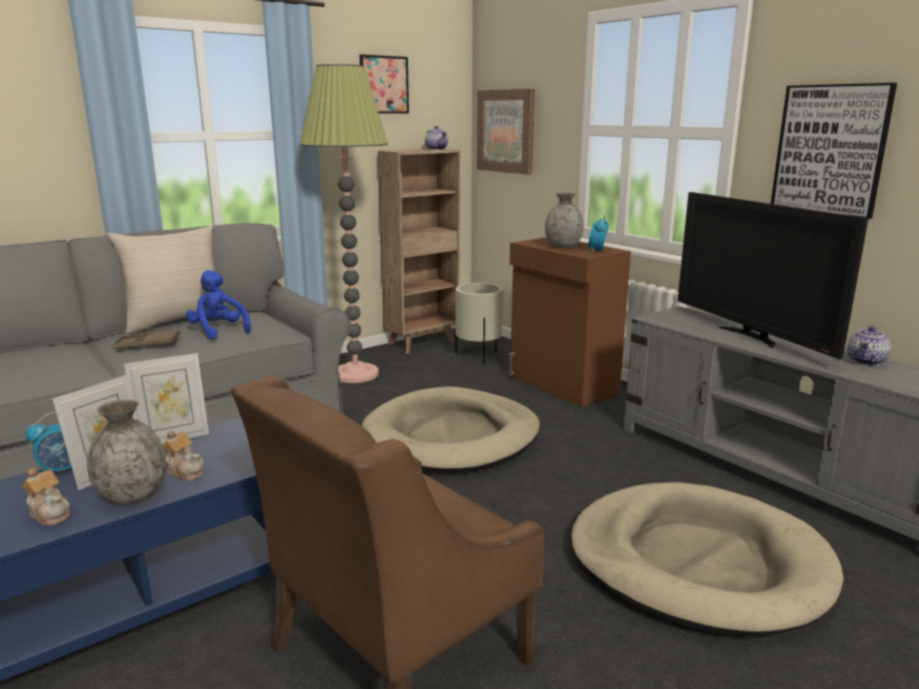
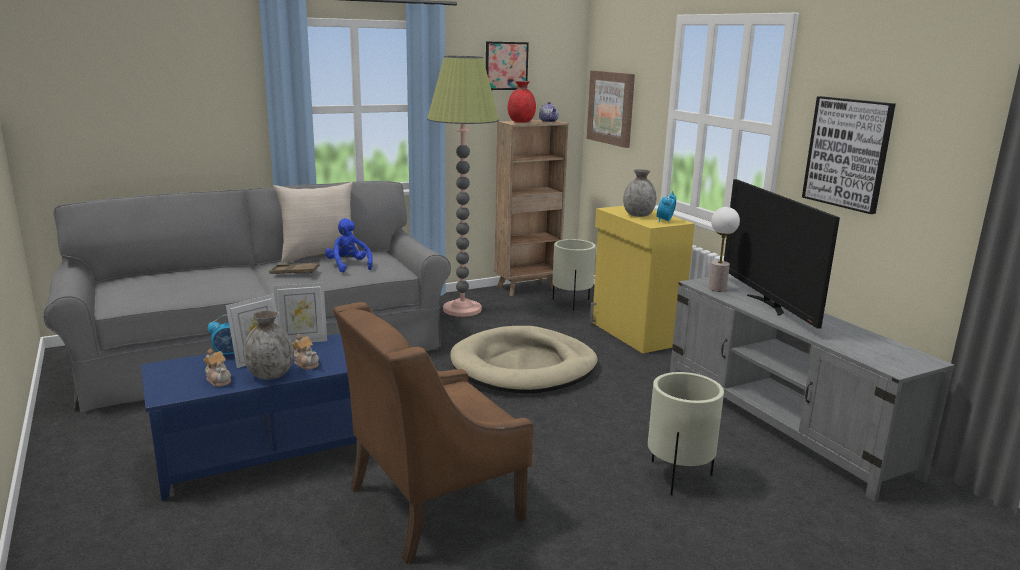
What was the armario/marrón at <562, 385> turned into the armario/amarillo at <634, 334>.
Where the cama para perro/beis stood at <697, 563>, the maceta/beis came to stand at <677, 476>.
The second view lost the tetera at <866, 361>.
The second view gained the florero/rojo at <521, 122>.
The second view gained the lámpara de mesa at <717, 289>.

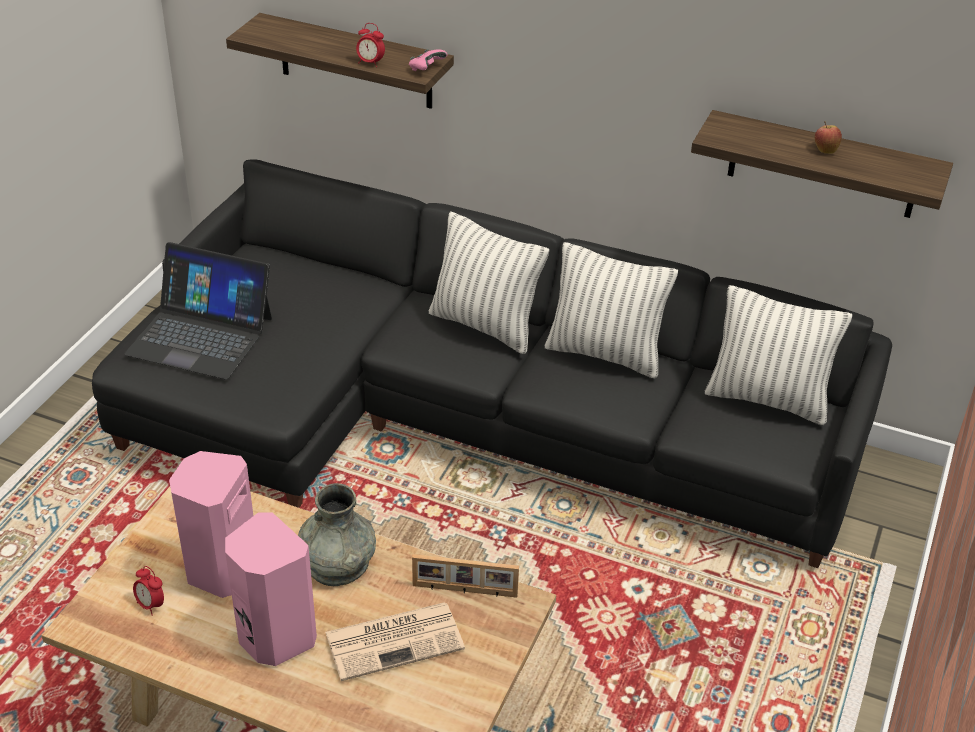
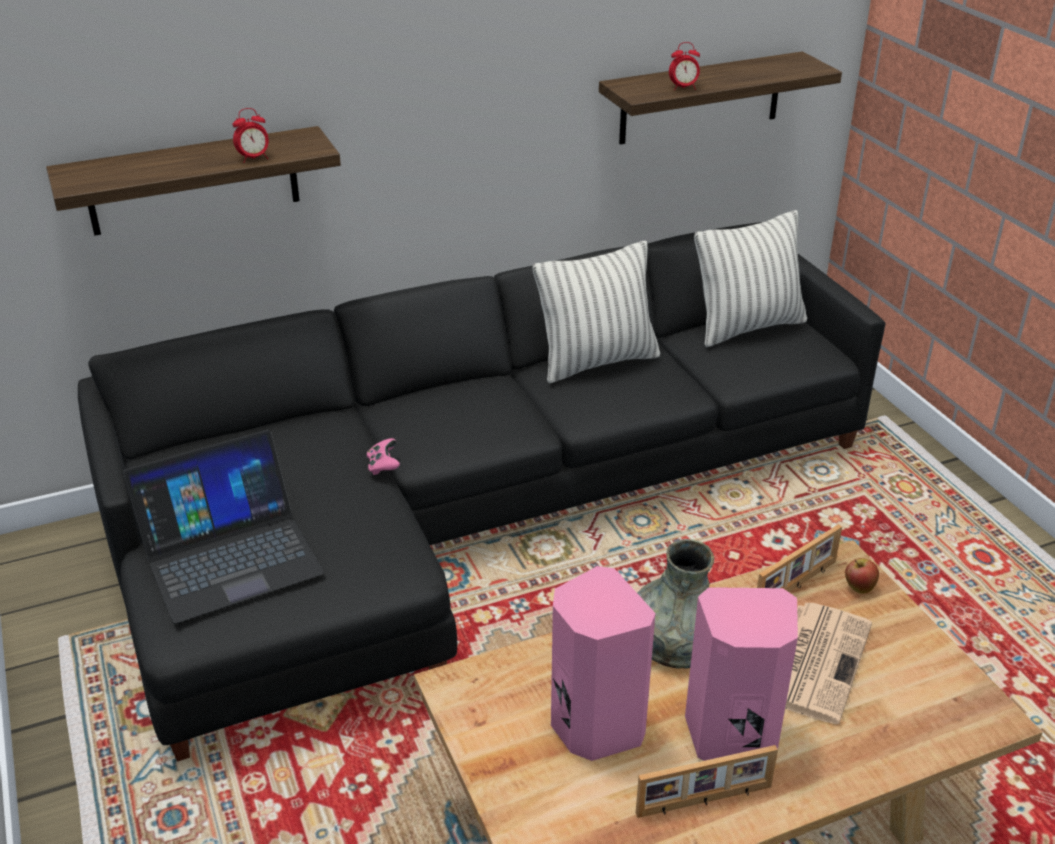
The despertador ended up elsewhere, having gone from <151, 605> to <683, 88>.
The mando de consola/rosa ended up elsewhere, having gone from <426, 69> to <383, 466>.
The second view lost the cojín at <485, 325>.
The manzana ended up elsewhere, having gone from <825, 150> to <859, 588>.
The second view gained the portarretratos at <704, 801>.

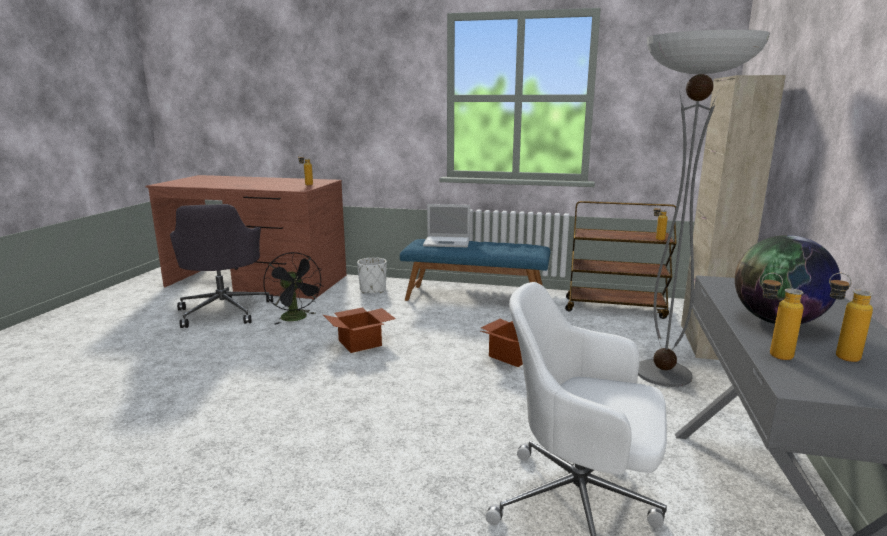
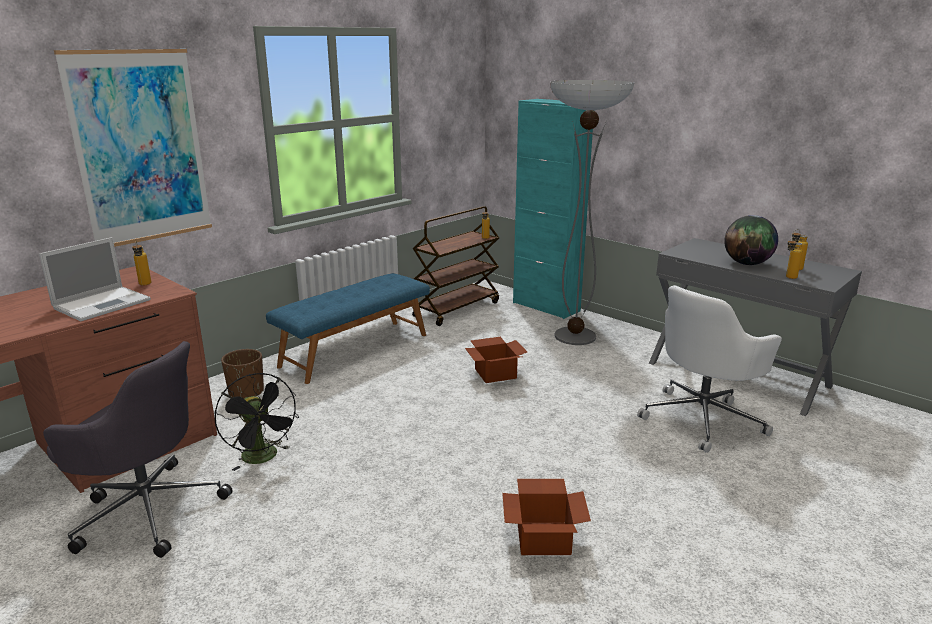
The ventilador/negro at <297, 318> ended up facing another way, 60 degrees clockwise from before.
The caja de cartón ended up elsewhere, having gone from <361, 343> to <544, 537>.
What was the maceta/blanco at <373, 290> turned into the maceta/marrón at <246, 392>.
The portátil ended up elsewhere, having gone from <448, 242> to <103, 303>.
What was the armario/beis at <706, 342> turned into the armario/turquesa at <546, 307>.
The second view gained the cuadro at <140, 148>.

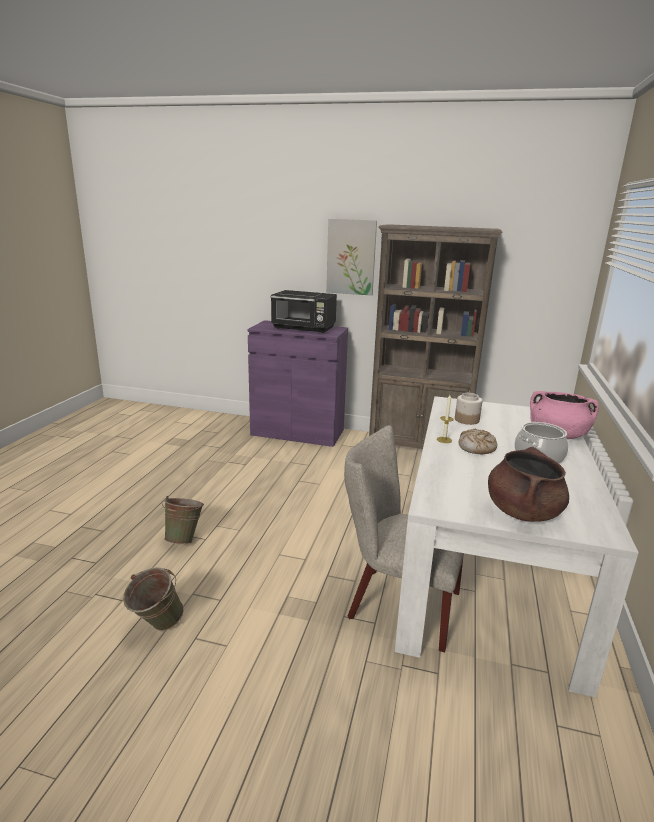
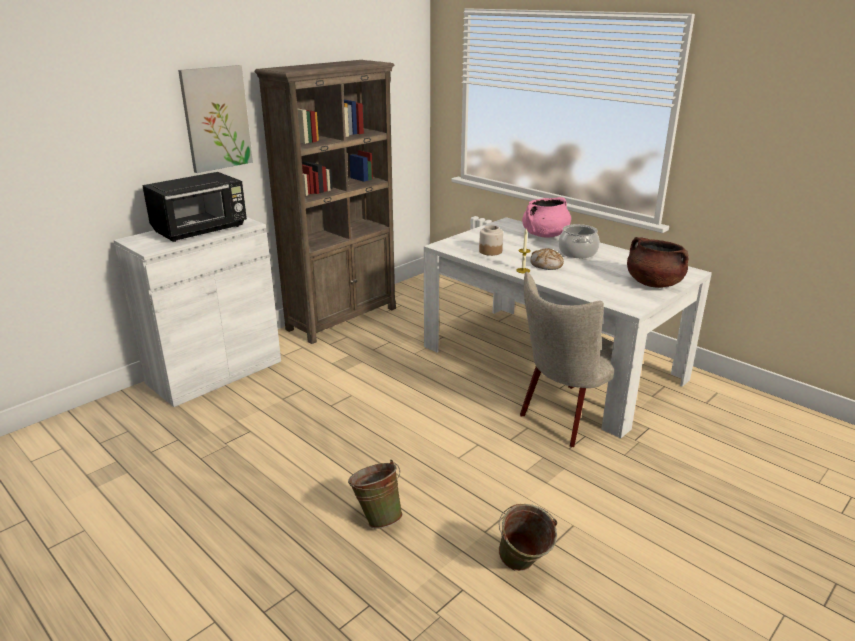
What was the armario/morado at <297, 432> turned into the armario/blanco at <215, 372>.

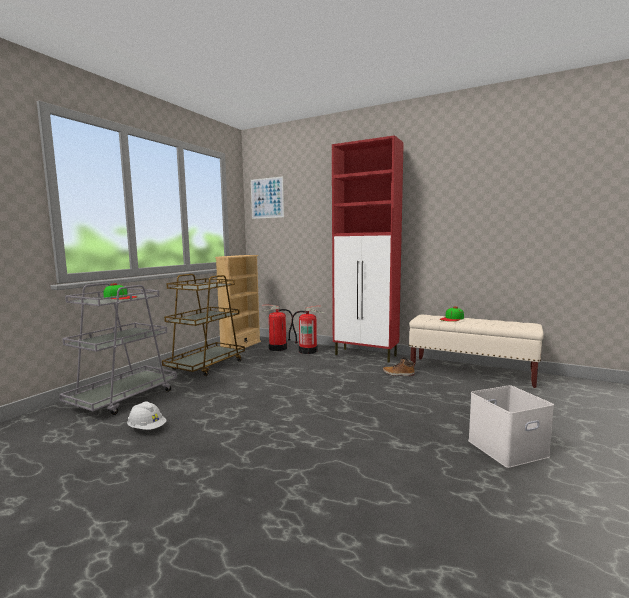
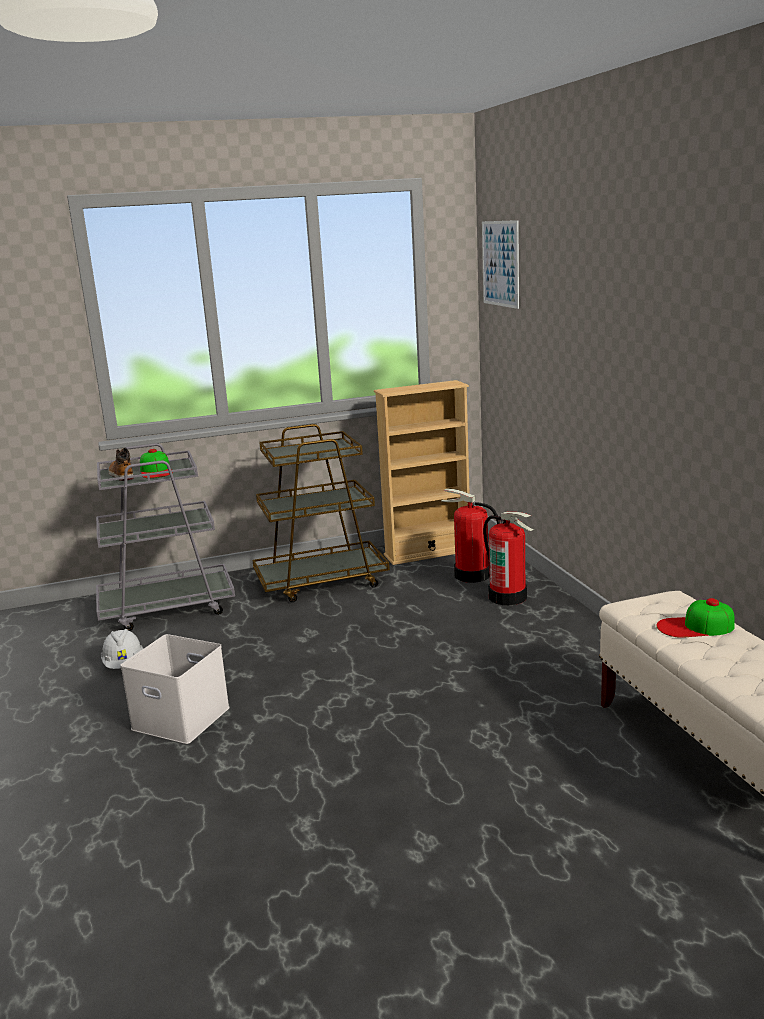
The second view lost the armario/rojo at <366, 355>.
The bota ended up elsewhere, having gone from <398, 374> to <121, 475>.
The caja de almacenaje/blanco ended up elsewhere, having gone from <507, 449> to <178, 719>.

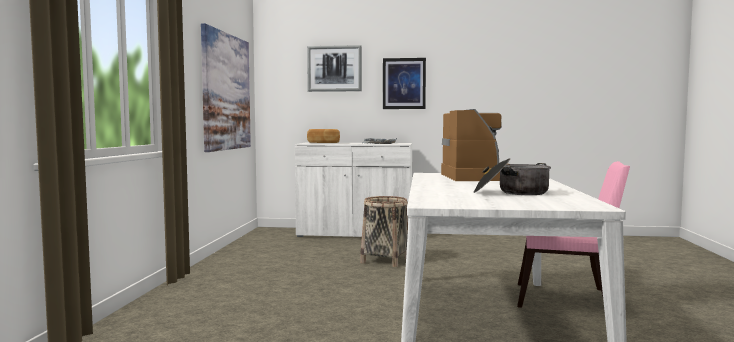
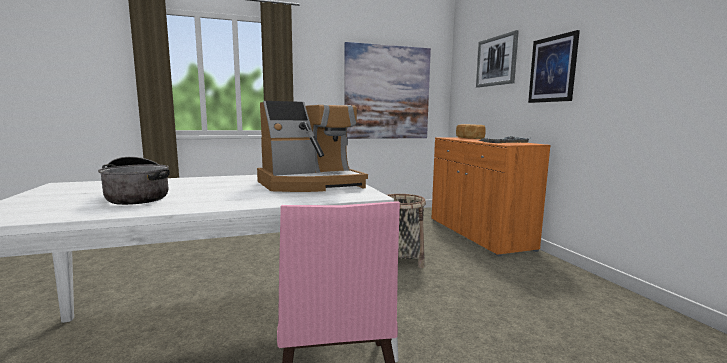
What was the armario/blanco at <355, 234> turned into the armario/naranja at <478, 234>.

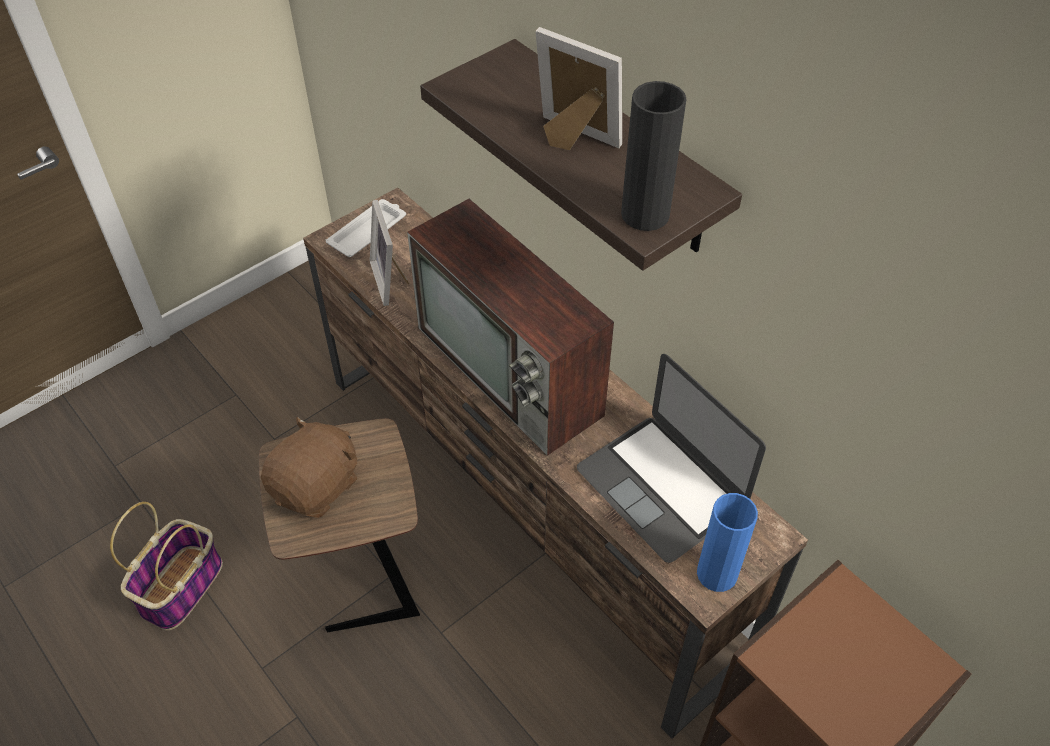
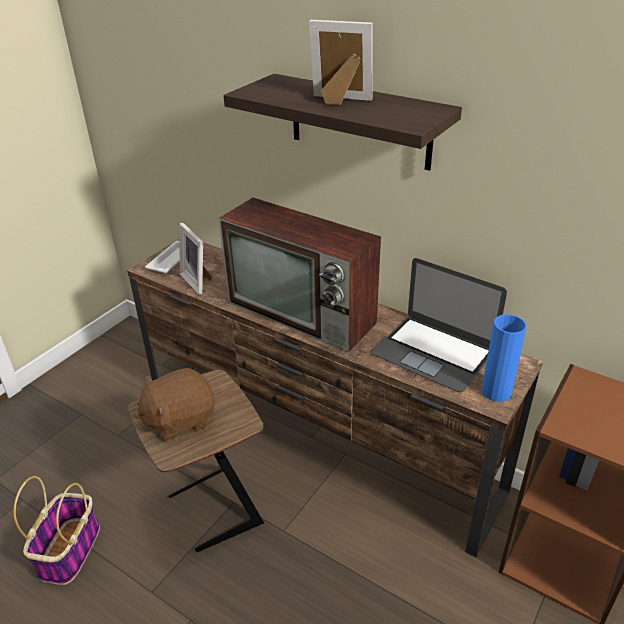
The peluche/marrón at <317, 486> ended up facing another way, 135 degrees counterclockwise from before.
The second view lost the florero/negro at <645, 214>.

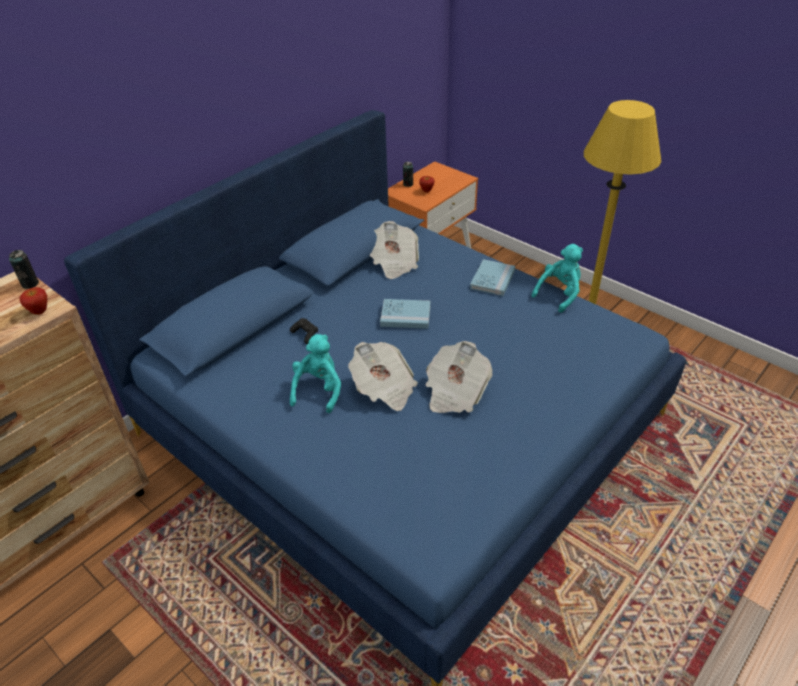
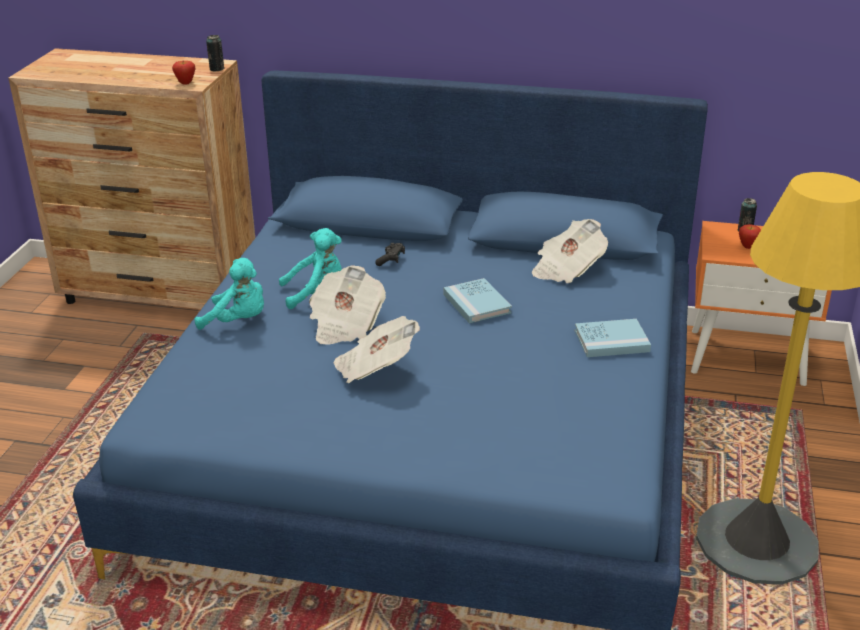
The peluche/turquesa ended up elsewhere, having gone from <559, 294> to <238, 321>.

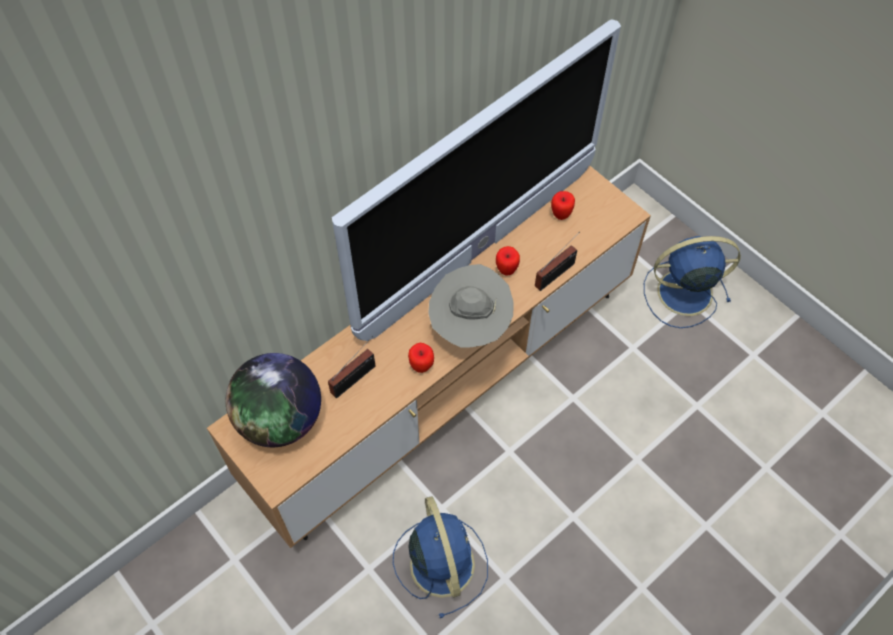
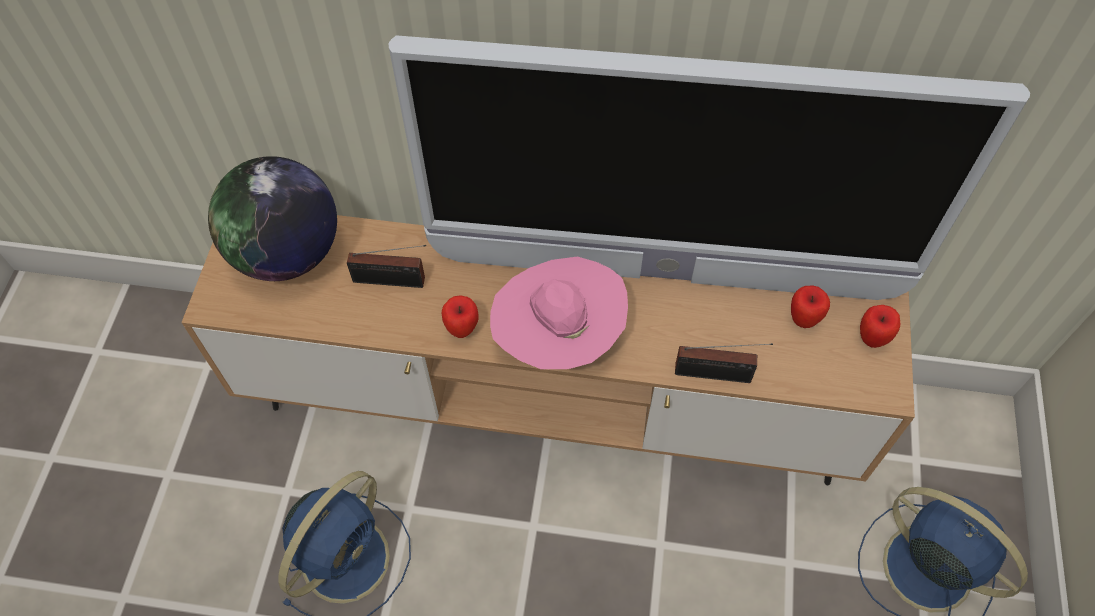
What was the sombrero/gris at <469, 325> turned into the sombrero/rosa at <558, 337>.
The manzana ended up elsewhere, having gone from <506, 270> to <872, 338>.

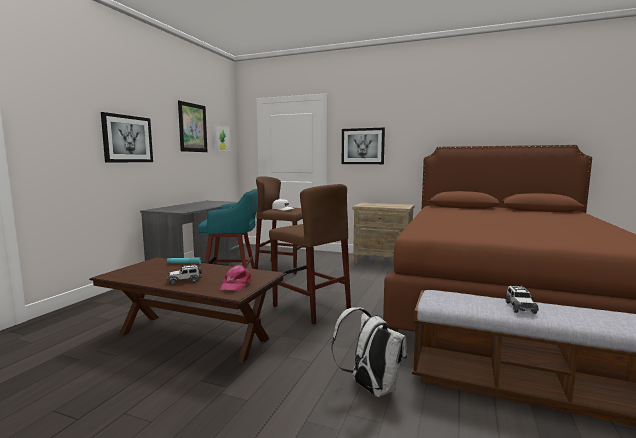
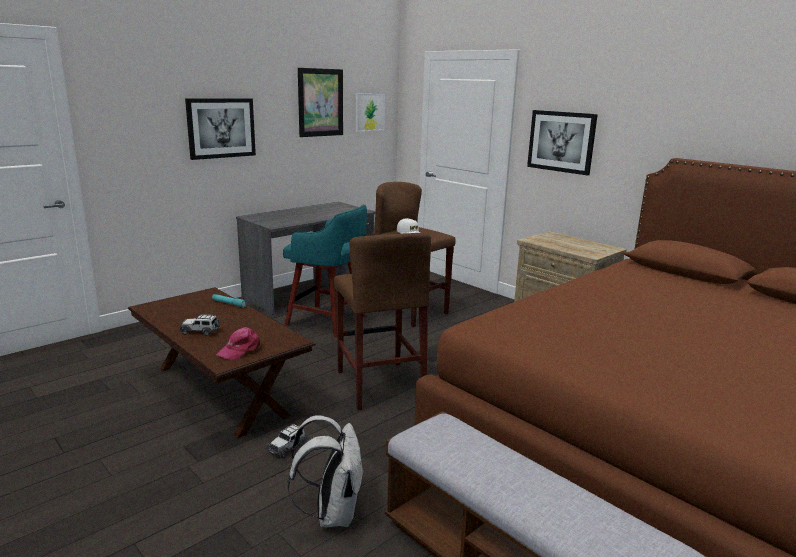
The coche de juguete ended up elsewhere, having gone from <519, 307> to <287, 447>.

